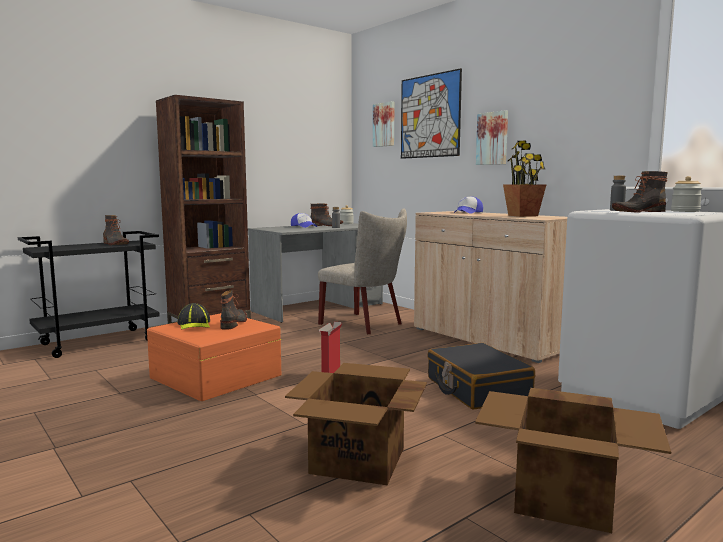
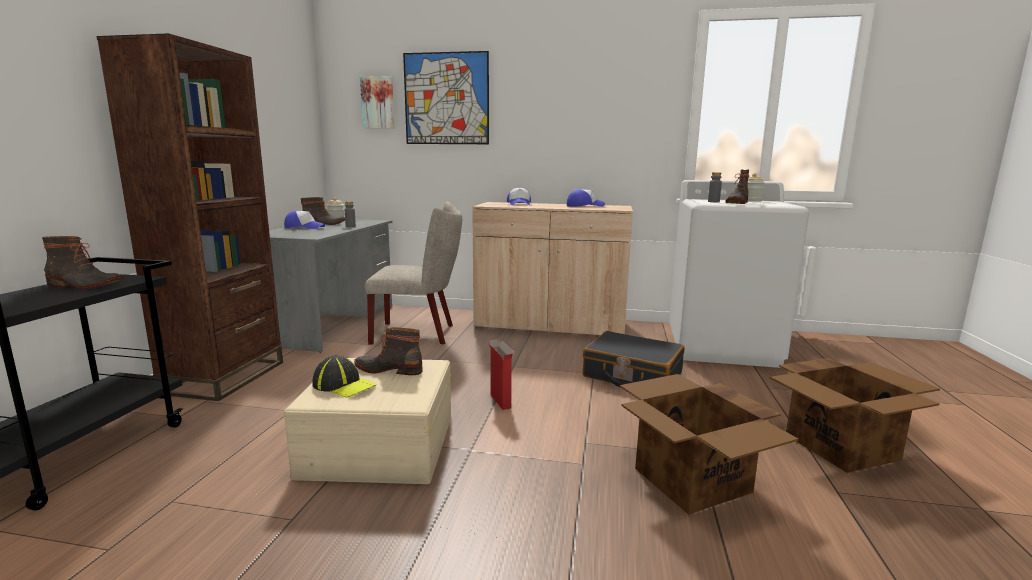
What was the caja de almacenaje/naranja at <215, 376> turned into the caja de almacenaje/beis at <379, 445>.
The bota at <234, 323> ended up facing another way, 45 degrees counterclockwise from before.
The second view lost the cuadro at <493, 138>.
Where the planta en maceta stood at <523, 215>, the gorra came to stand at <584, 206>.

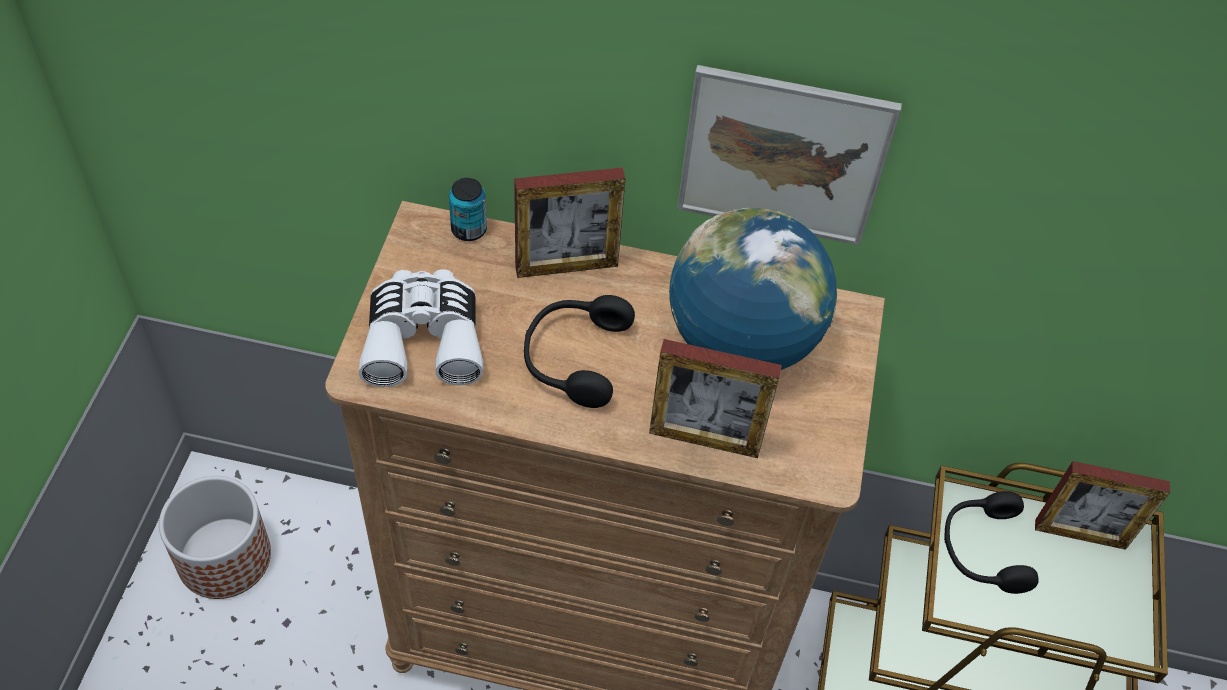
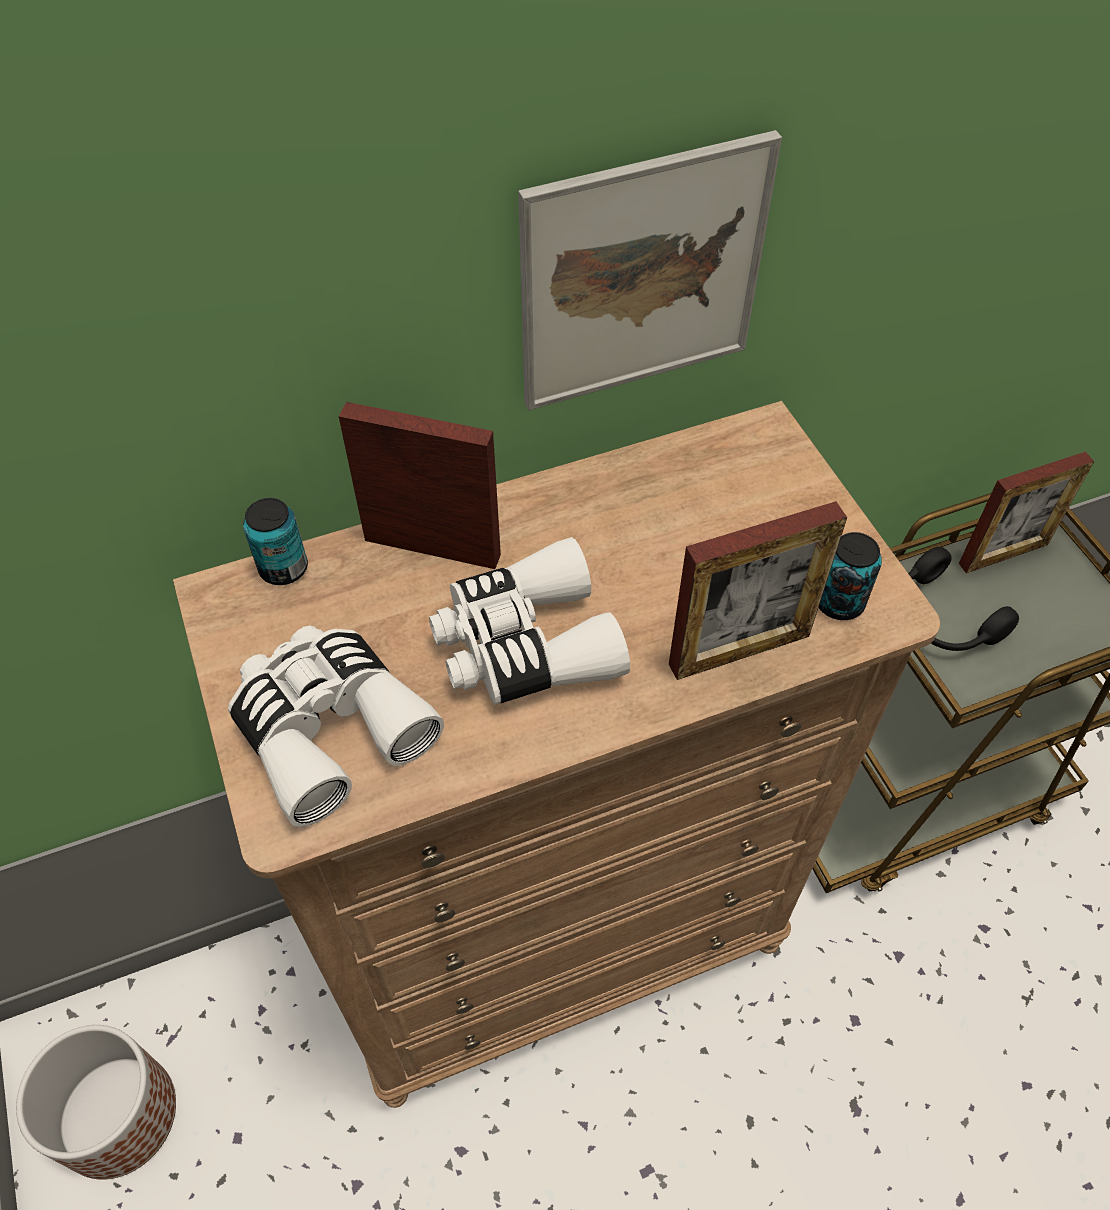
The portarretratos at <566, 266> ended up facing another way, 120 degrees counterclockwise from before.
Where the auriculares/negro stood at <573, 357>, the prismáticos/blanco came to stand at <524, 644>.
The second view lost the globo terráqueo at <741, 341>.
The second view gained the lata at <839, 602>.

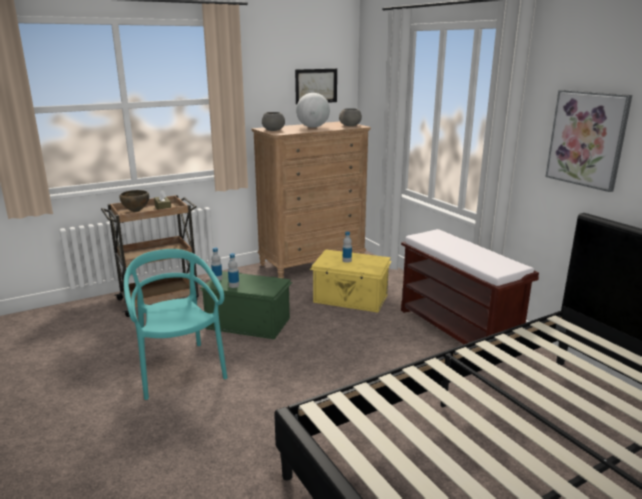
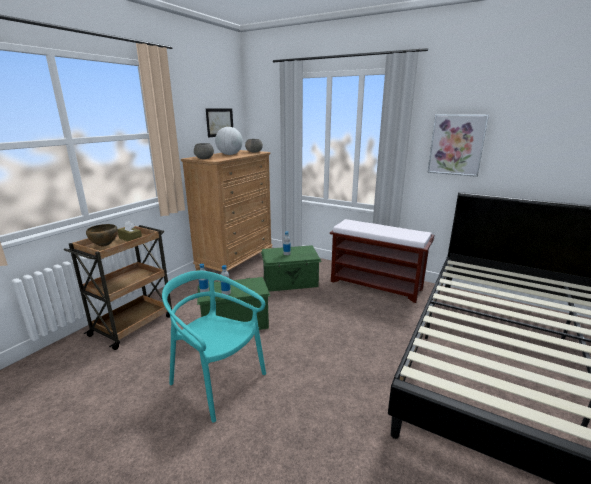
What was the caja de almacenaje/amarillo at <351, 299> turned into the caja de almacenaje/verde at <290, 282>.

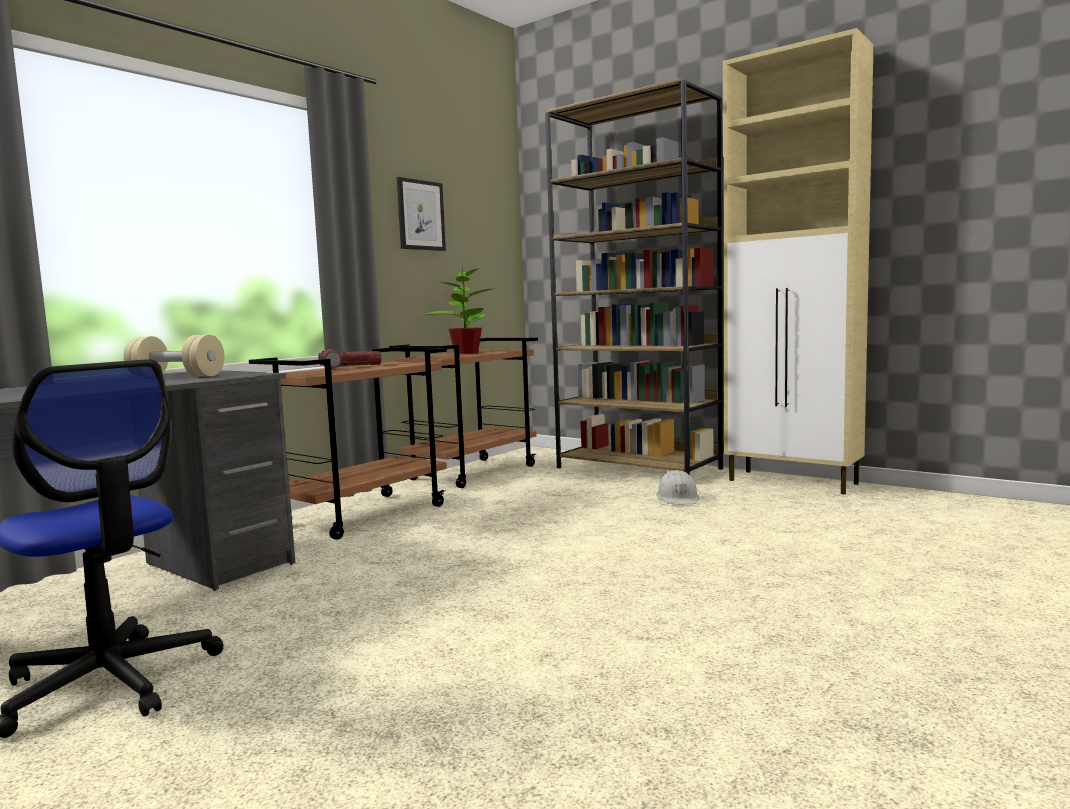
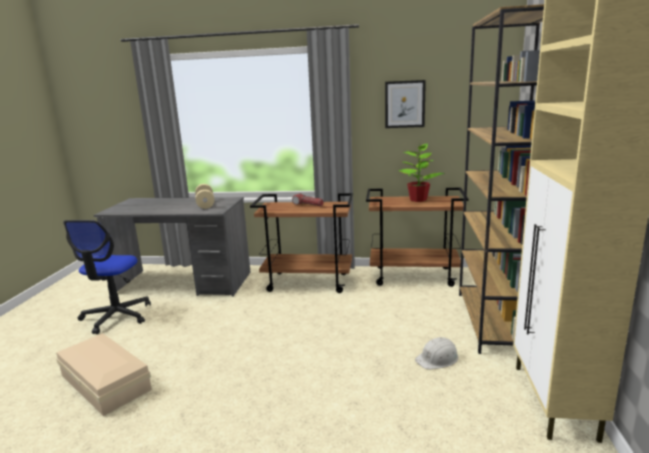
The second view gained the caja de almacenaje/beis at <106, 381>.

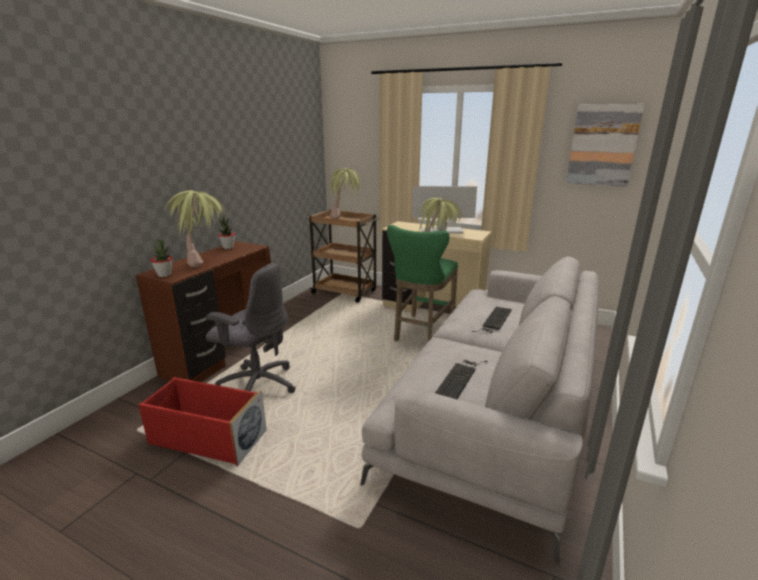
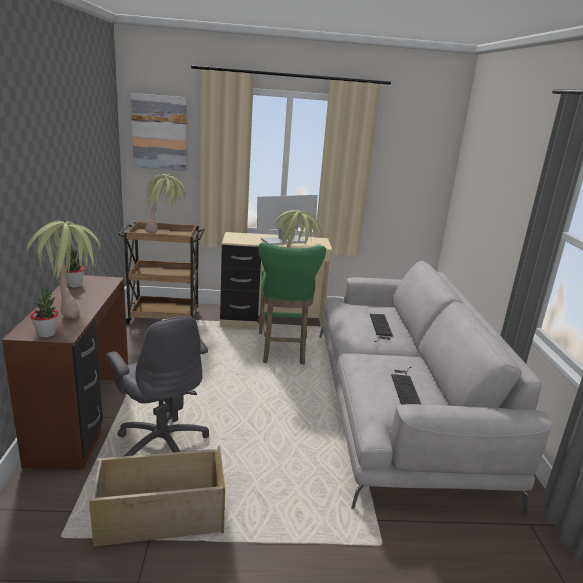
What was the caja de almacenaje/rojo at <206, 438> turned into the caja de almacenaje/beis at <159, 517>.
The silla de oficina/gris at <257, 385> ended up facing another way, 60 degrees clockwise from before.
The cuadro ended up elsewhere, having gone from <603, 145> to <159, 132>.

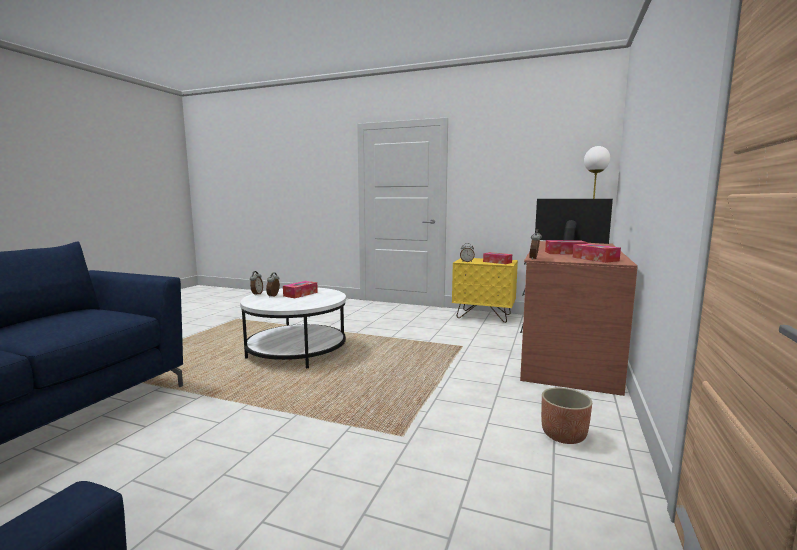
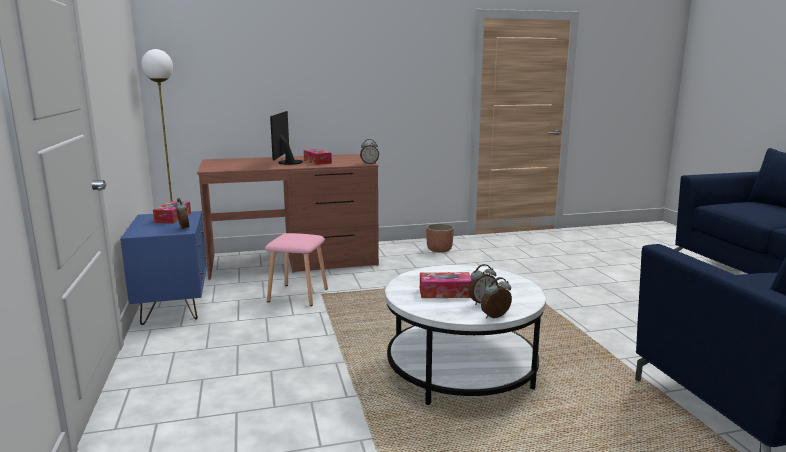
What was the mesita de noche/amarillo at <484, 316> turned into the mesita de noche/azul at <173, 307>.
The second view lost the caja de pañuelos at <595, 259>.
The second view gained the taburete/rosa at <297, 295>.

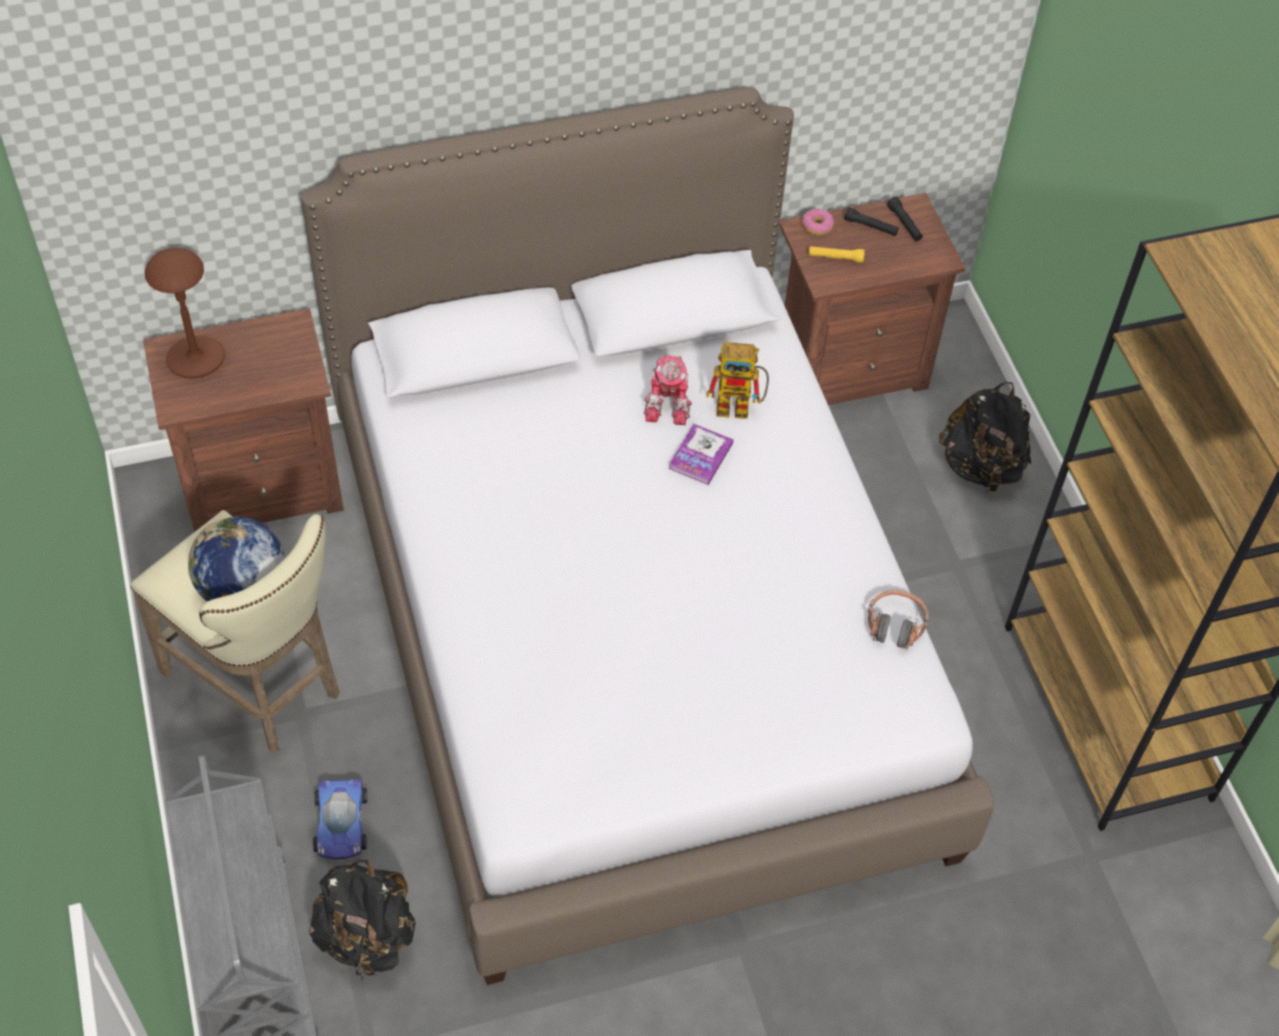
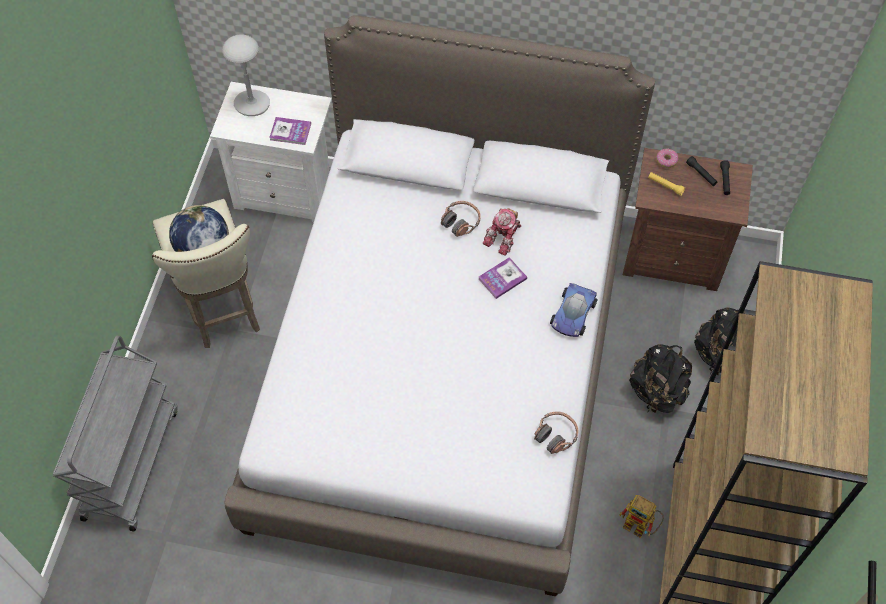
What was the mesita de noche/marrón at <264, 486> turned into the mesita de noche/blanco at <286, 191>.
What was the lámpara de mesa/marrón at <196, 359> turned into the lámpara de mesa/gris at <252, 104>.
The mochila/negro ended up elsewhere, having gone from <367, 937> to <657, 391>.
The coche de juguete ended up elsewhere, having gone from <341, 824> to <572, 314>.
The robot de juguete ended up elsewhere, having gone from <740, 406> to <640, 527>.
The second view gained the libro at <290, 132>.
The second view gained the auriculares at <461, 222>.

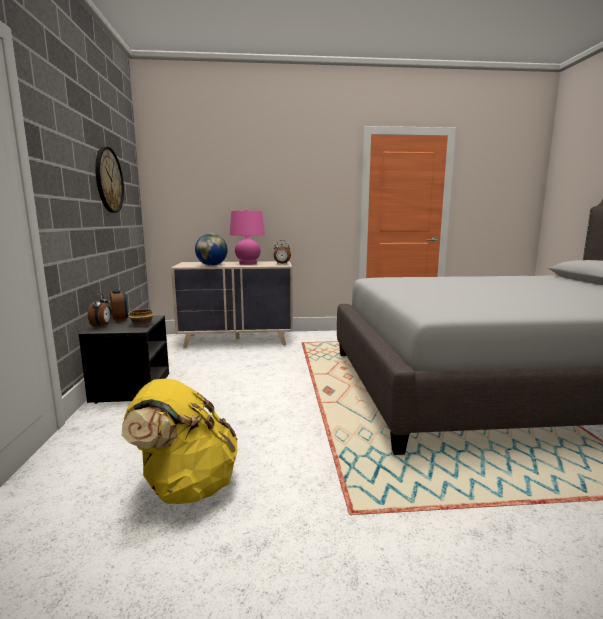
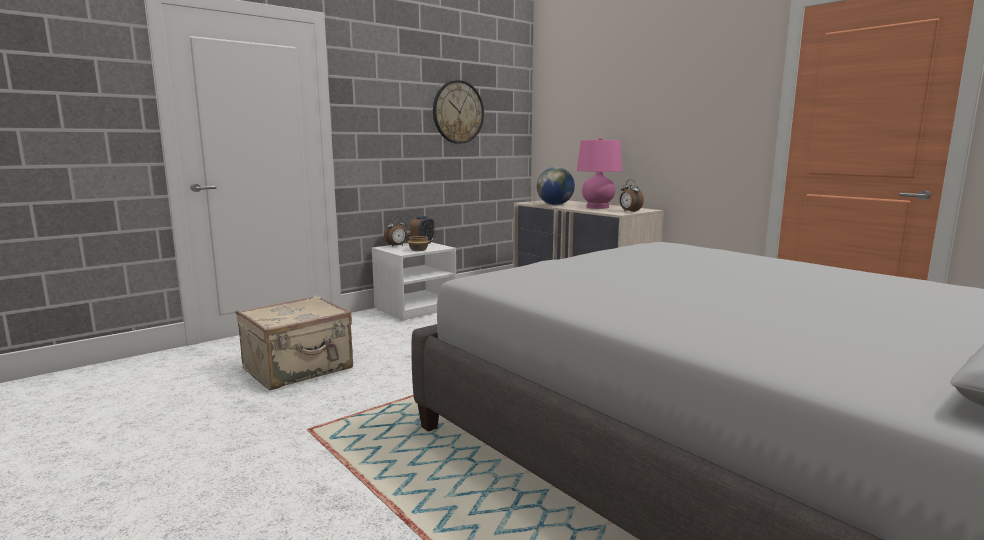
What was the mesita de noche/negro at <131, 387> turned into the mesita de noche/blanco at <415, 308>.
Where the mochila/amarillo stood at <186, 486>, the maleta/beis came to stand at <299, 369>.

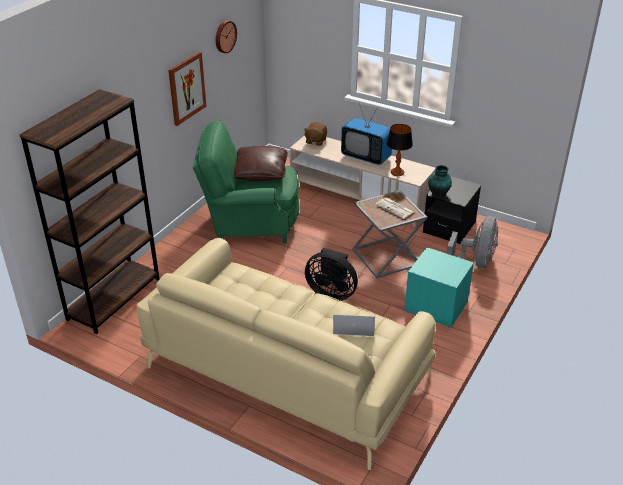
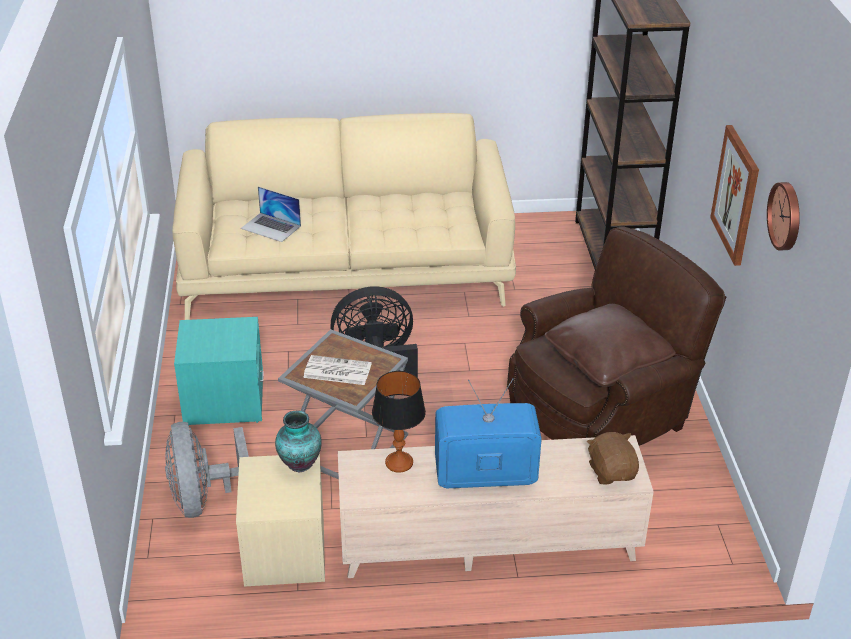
What was the sillón/verde at <250, 221> turned into the sillón/marrón at <603, 414>.
The portátil at <353, 326> ended up facing another way, 60 degrees clockwise from before.
What was the mesita de noche/negro at <449, 227> turned into the mesita de noche/beis at <285, 552>.

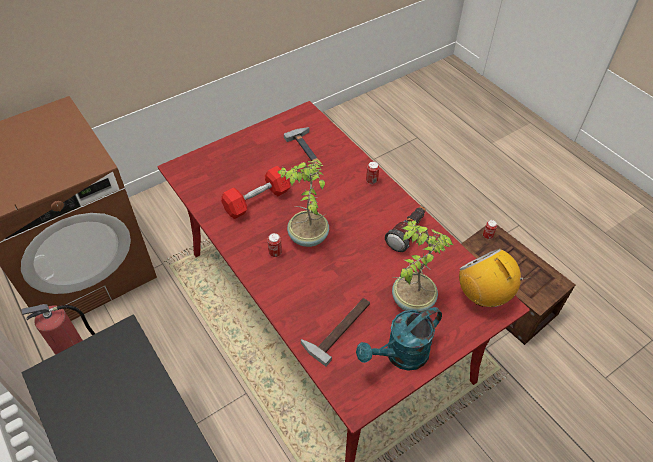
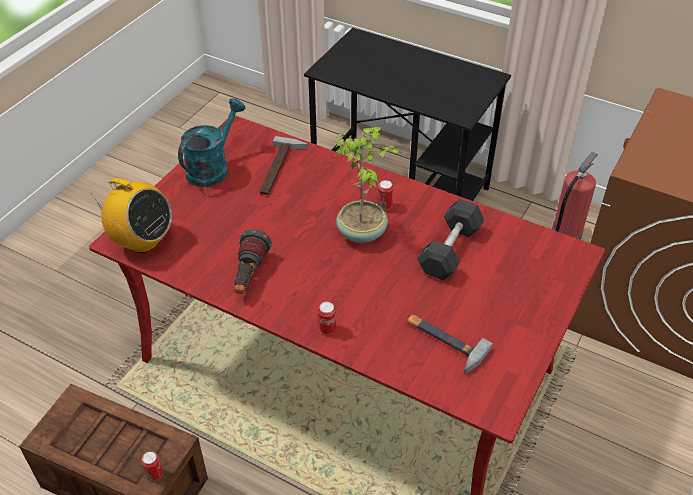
What was the mancuerna/rojo at <257, 200> turned into the mancuerna/gris at <450, 250>.
The second view lost the planta en maceta at <411, 300>.

